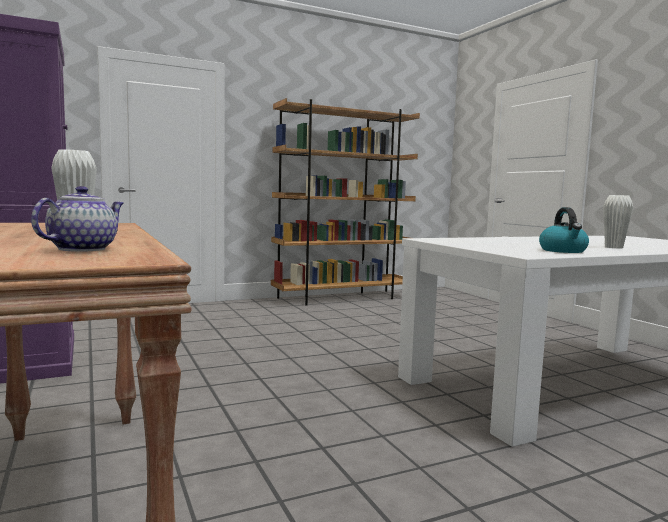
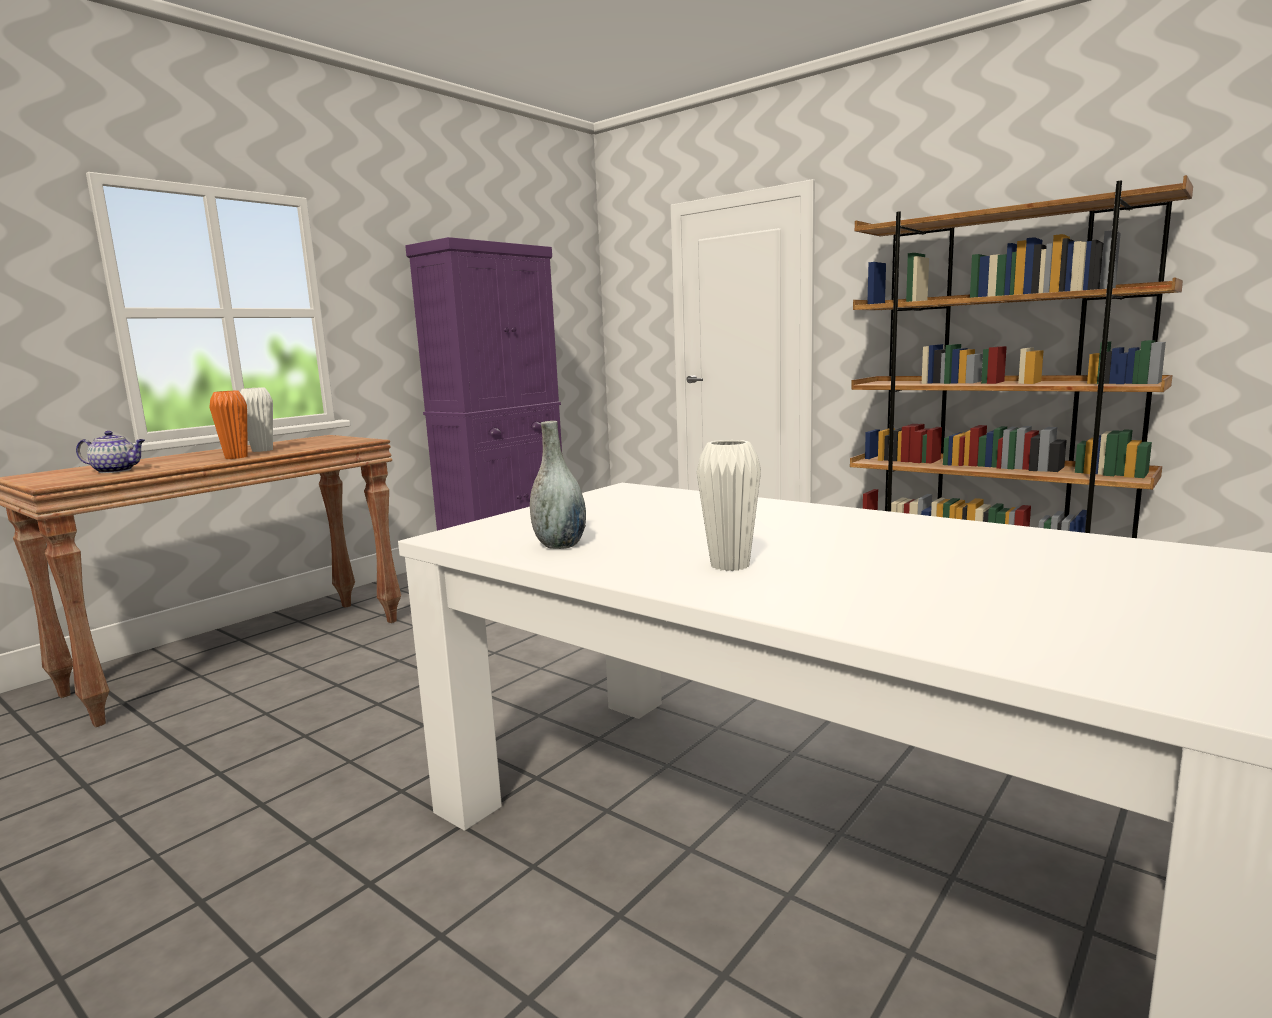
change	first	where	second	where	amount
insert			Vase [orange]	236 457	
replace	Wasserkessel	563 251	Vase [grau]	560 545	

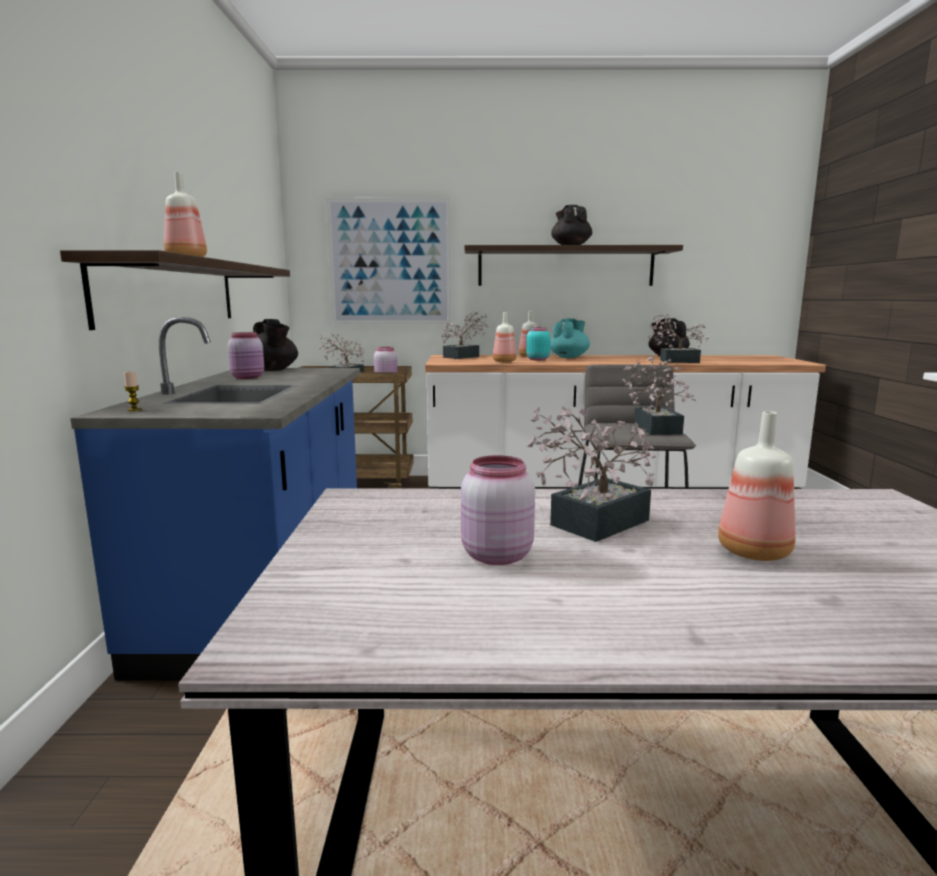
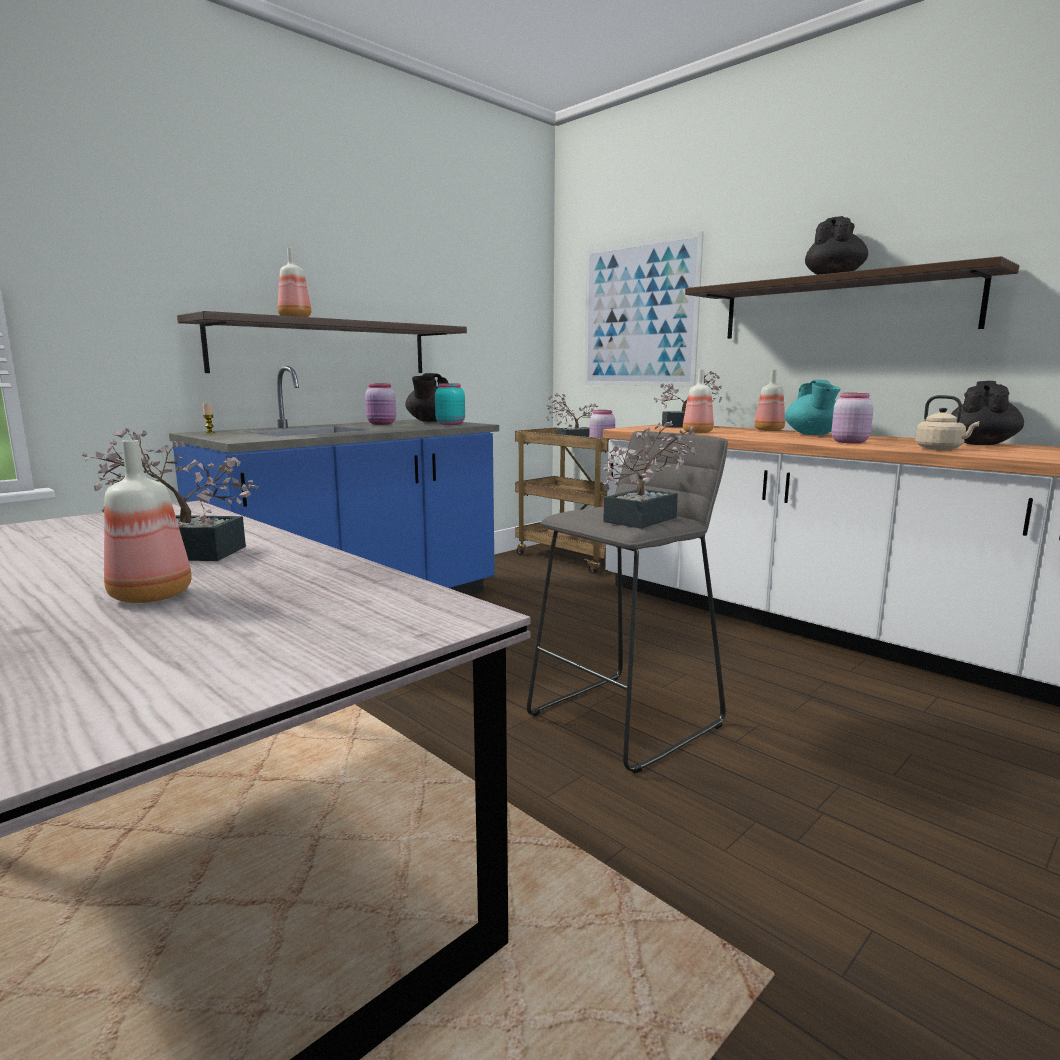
change	first	where	second	where	amount
move	Vorratsglas [türkis]	537 359		450 424	
rotate	Teekanne [türkis]	569 357		813 434	105 degrees clockwise
move	Vorratsglas [rosa]	494 555		848 442	
replace	Topfpflanze	674 361	Wasserkessel [beige]	941 449	

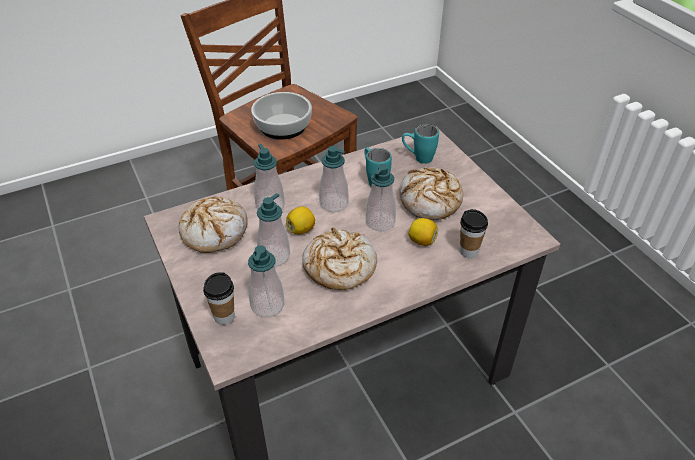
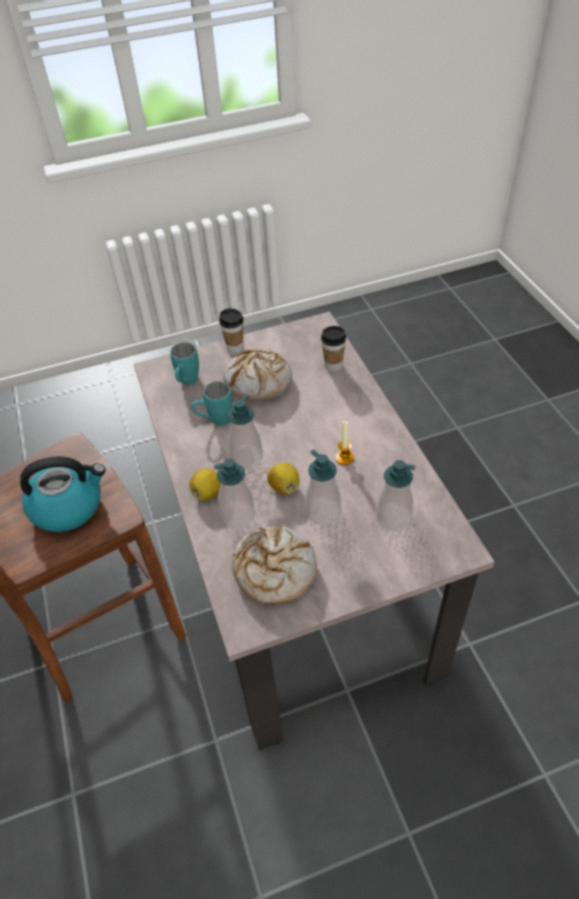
change	first	where	second	where	amount
replace	Schüssel	283 126	Wasserkessel	68 506	
move	Zitrone	422 241		207 492	
move	Tasse	224 316		235 348	
replace	Brot	339 267	Kerze	344 458	
delete	Seifenspender	380 222			

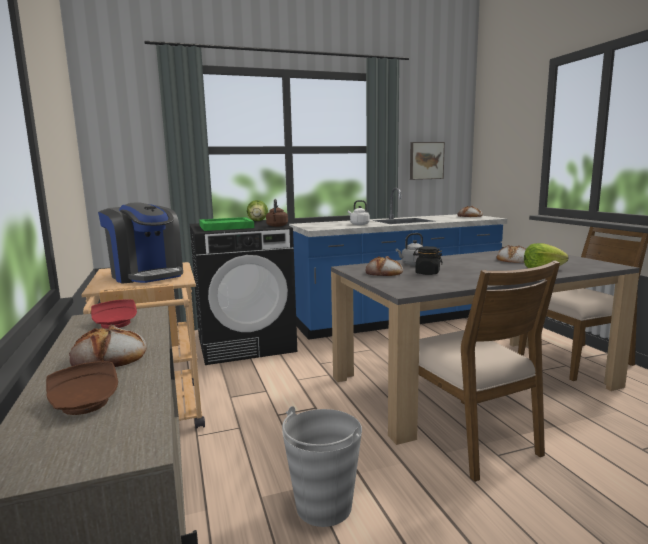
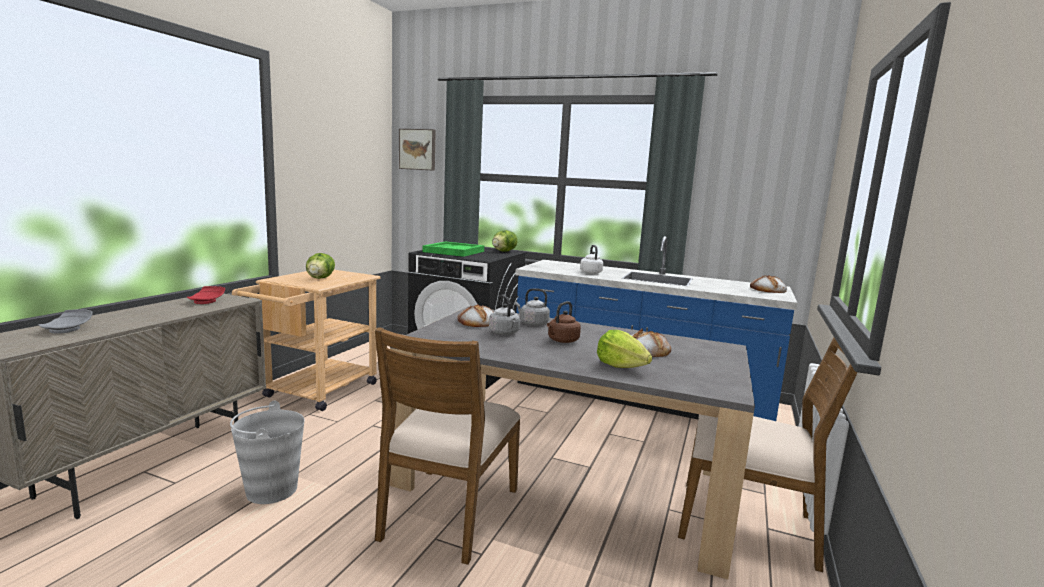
change	first	where	second	where	amount
recolor	Teller [braun]	86 402	Teller [grau]	68 329	
replace	Kaffeemaschine	147 275	Salatkopf	320 278	
move	Bild	426 160		418 149	
replace	Vorratsglas [schwarz]	427 273	Wasserkessel [grau]	504 333	
move	Wasserkessel [braun]	277 226		562 341	
delete	Brot	110 357			

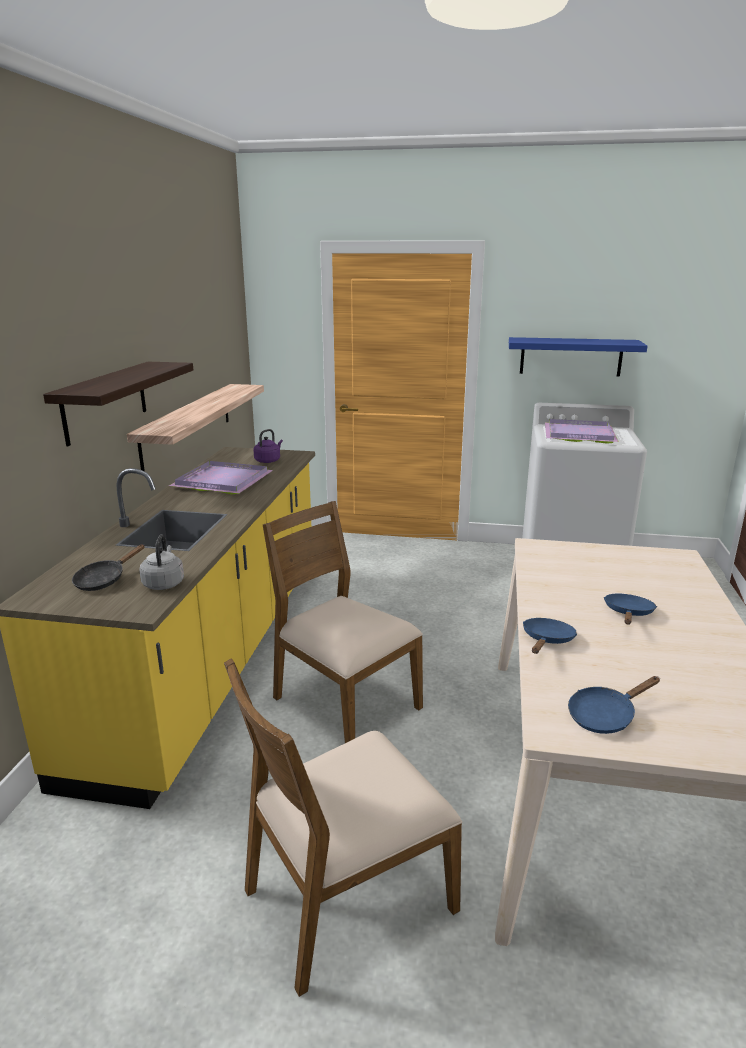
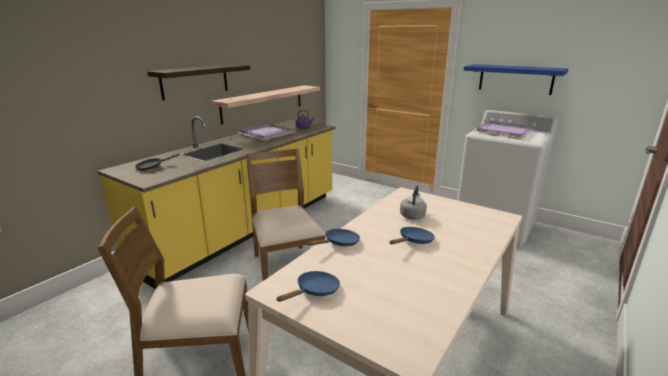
change	first	where	second	where	amount
rotate	Pfanne [blau]	605 716		315 291	135 degrees clockwise
move	Wasserkessel [grau]	164 583		412 215	

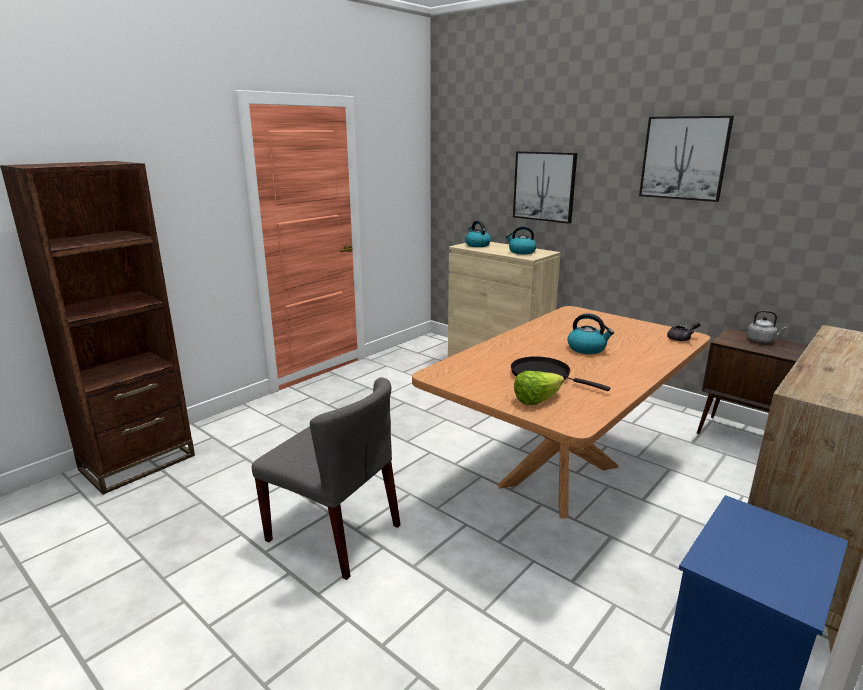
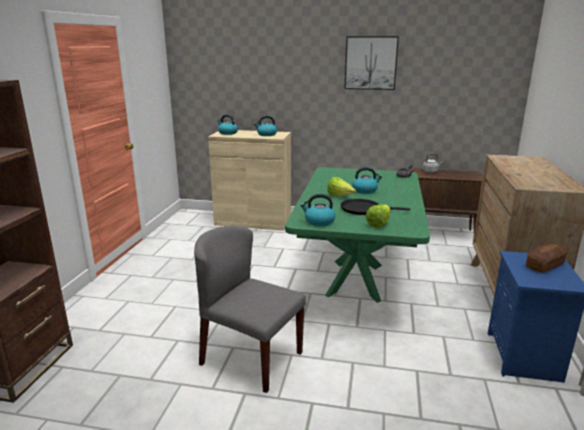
change	first	where	second	where	amount
rotate	Stuhl [grau]	335 533		250 358	150 degrees counterclockwise
recolor	Esstisch [braun]	561 476	Esstisch [grün]	356 279	
insert			Wasserkessel	319 221	
insert			Salatkopf	340 196	
insert			Brot	545 265	
delete	Bild	544 186			

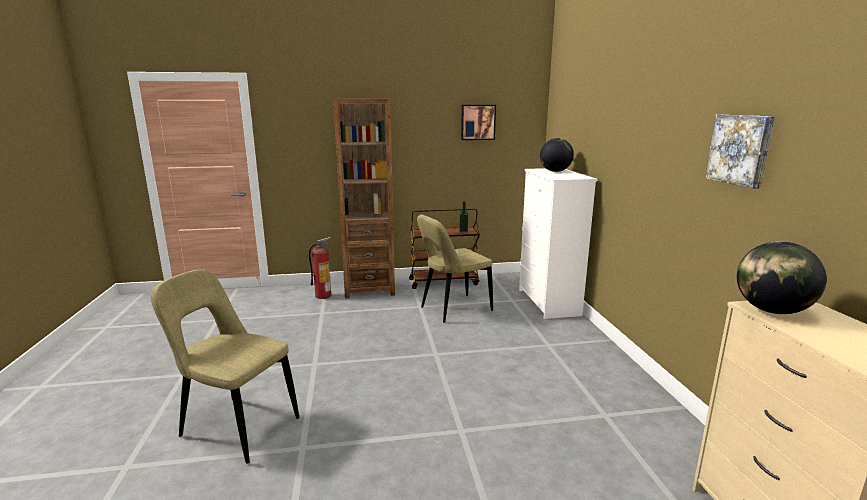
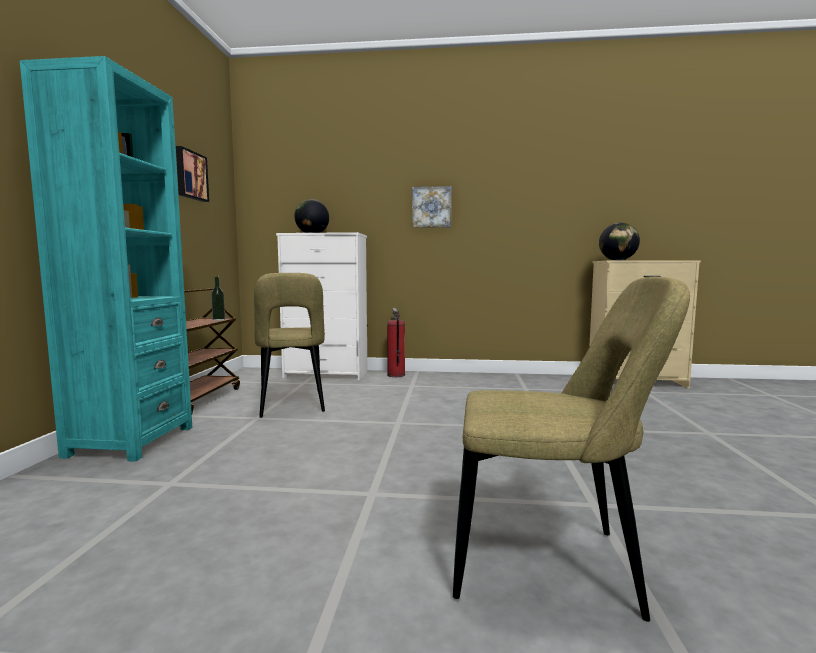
change	first	where	second	where	amount
recolor	Bücherregal [braun]	369 289	Bücherregal [türkis]	131 441	
move	Feuerlöscher	323 295		395 375	
move	Bild	740 149		431 207	
rotate	Stuhl [beige]	236 426		550 565	120 degrees counterclockwise

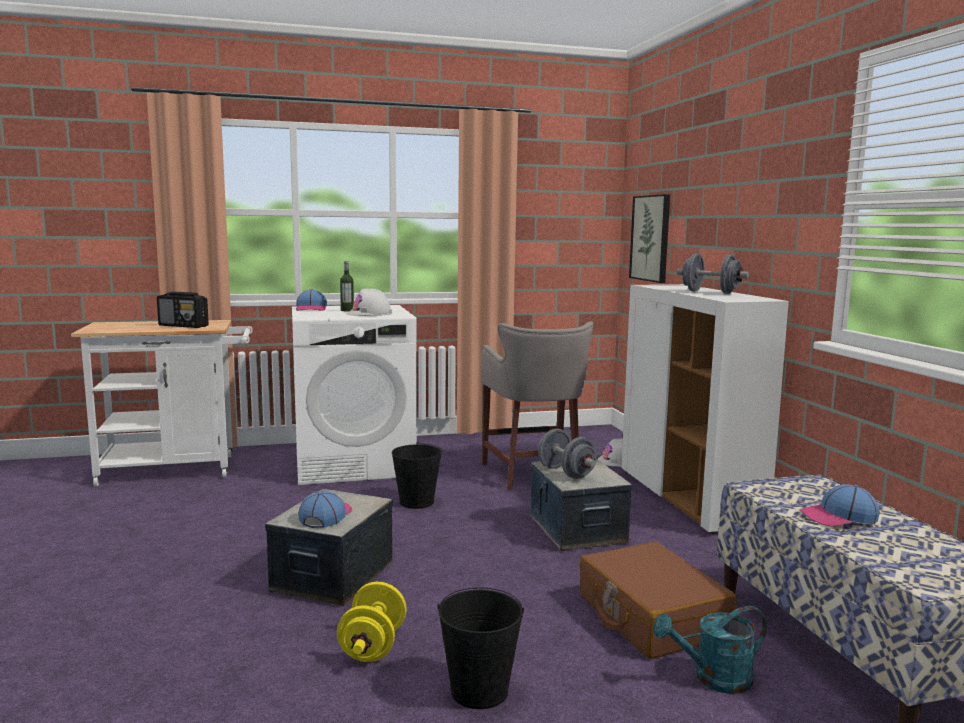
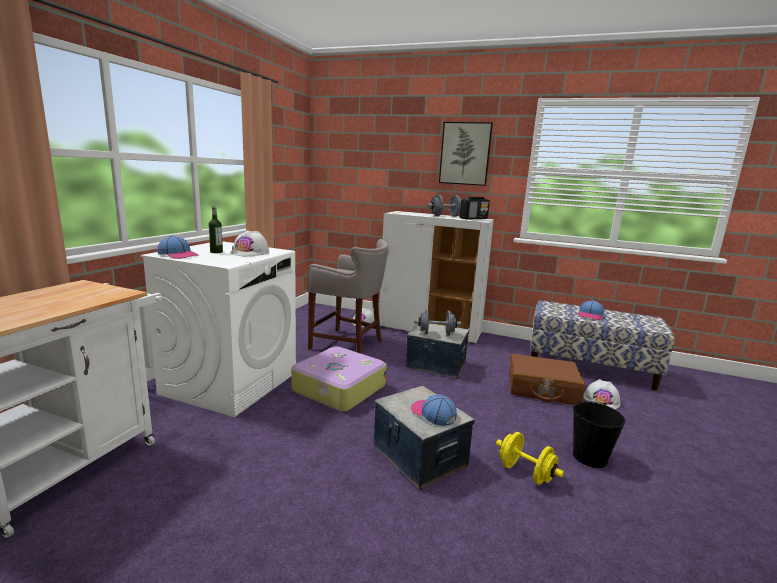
change	first	where	second	where	amount
replace	Eimer [schwarz]	416 502	Koffer	338 388	
move	Bild	651 238		465 153	
move	Radio	184 326		473 218	
replace	Gießkanne [türkis]	713 679	Schutzhelm [weiß]	601 400	

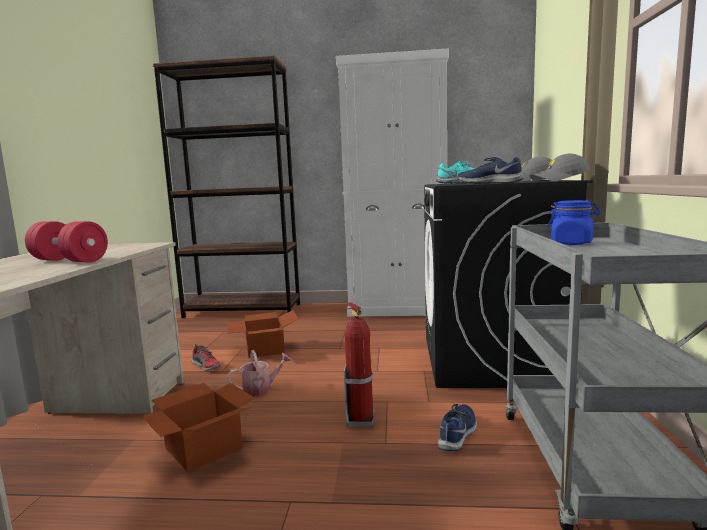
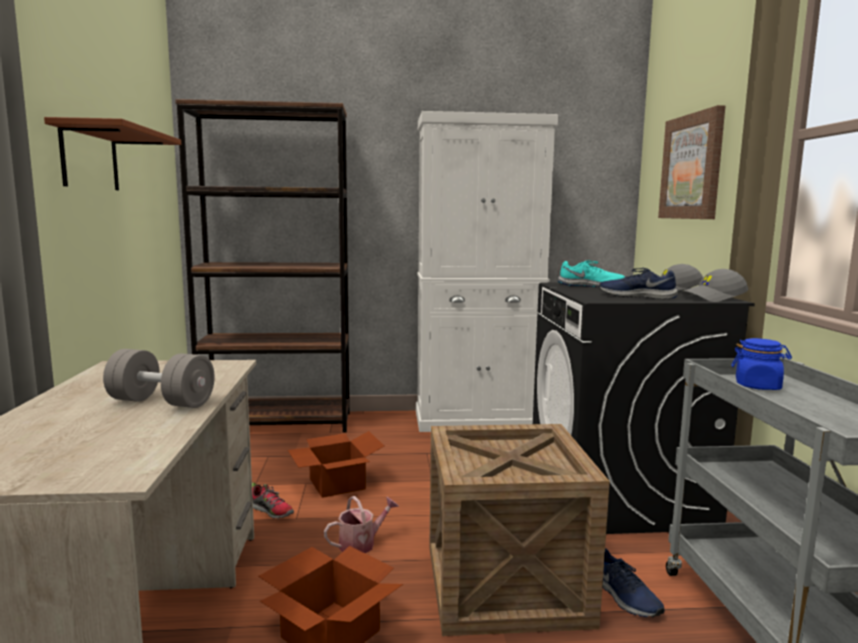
change	first	where	second	where	amount
insert			Wandregal [braun]	90 158	
recolor	Hantel [rot]	69 260	Hantel [grau]	161 402	
replace	Feuerlöscher	360 420	Kiste	505 584	
rotate	Schuh [blau]	458 433		623 596	135 degrees clockwise
insert			Bild	692 167	

